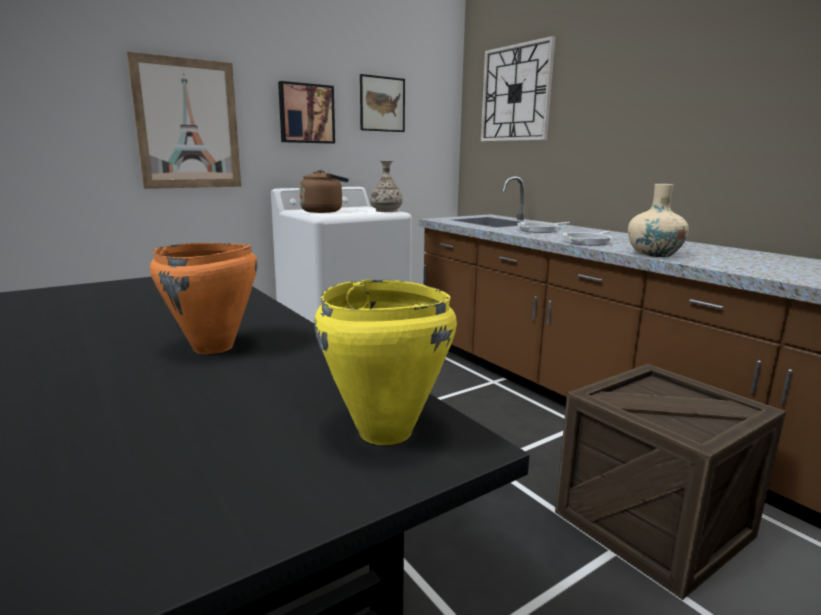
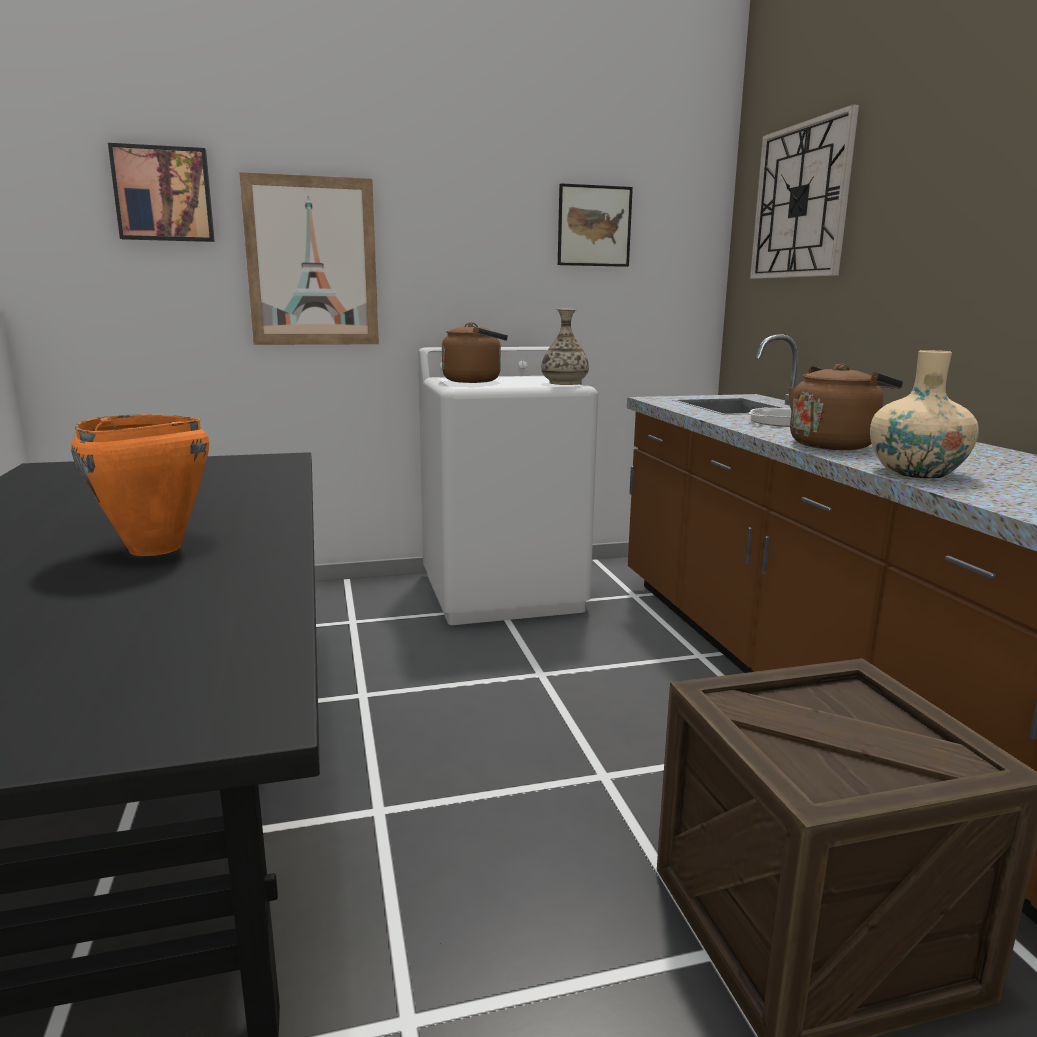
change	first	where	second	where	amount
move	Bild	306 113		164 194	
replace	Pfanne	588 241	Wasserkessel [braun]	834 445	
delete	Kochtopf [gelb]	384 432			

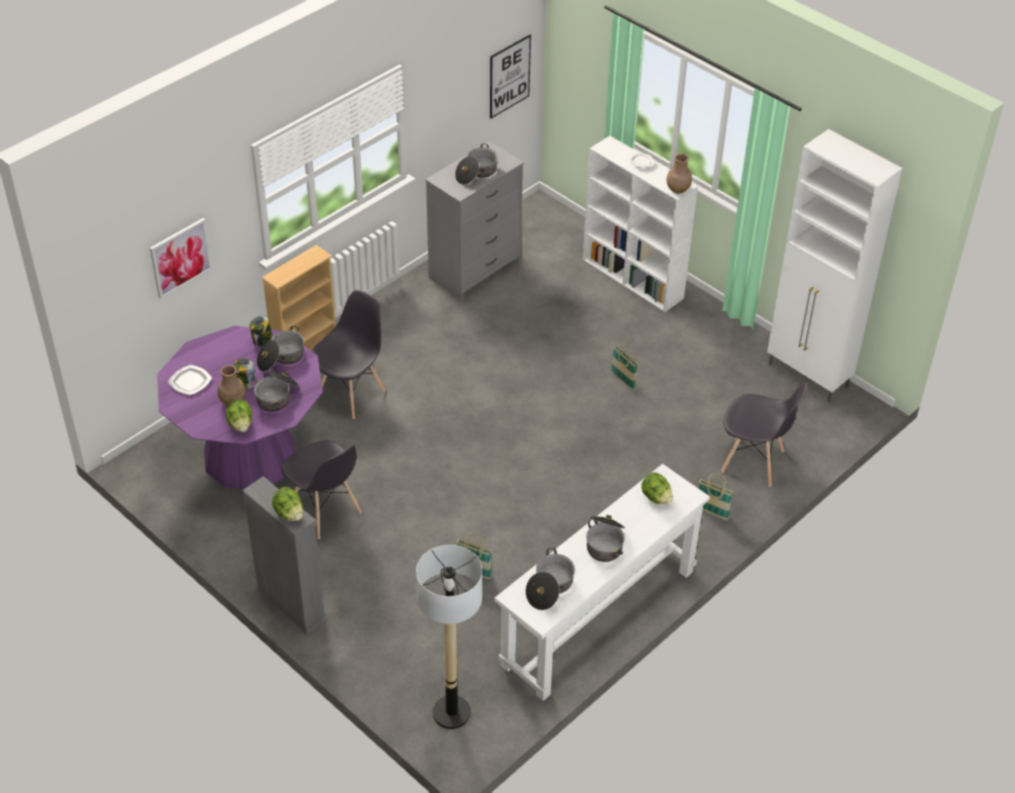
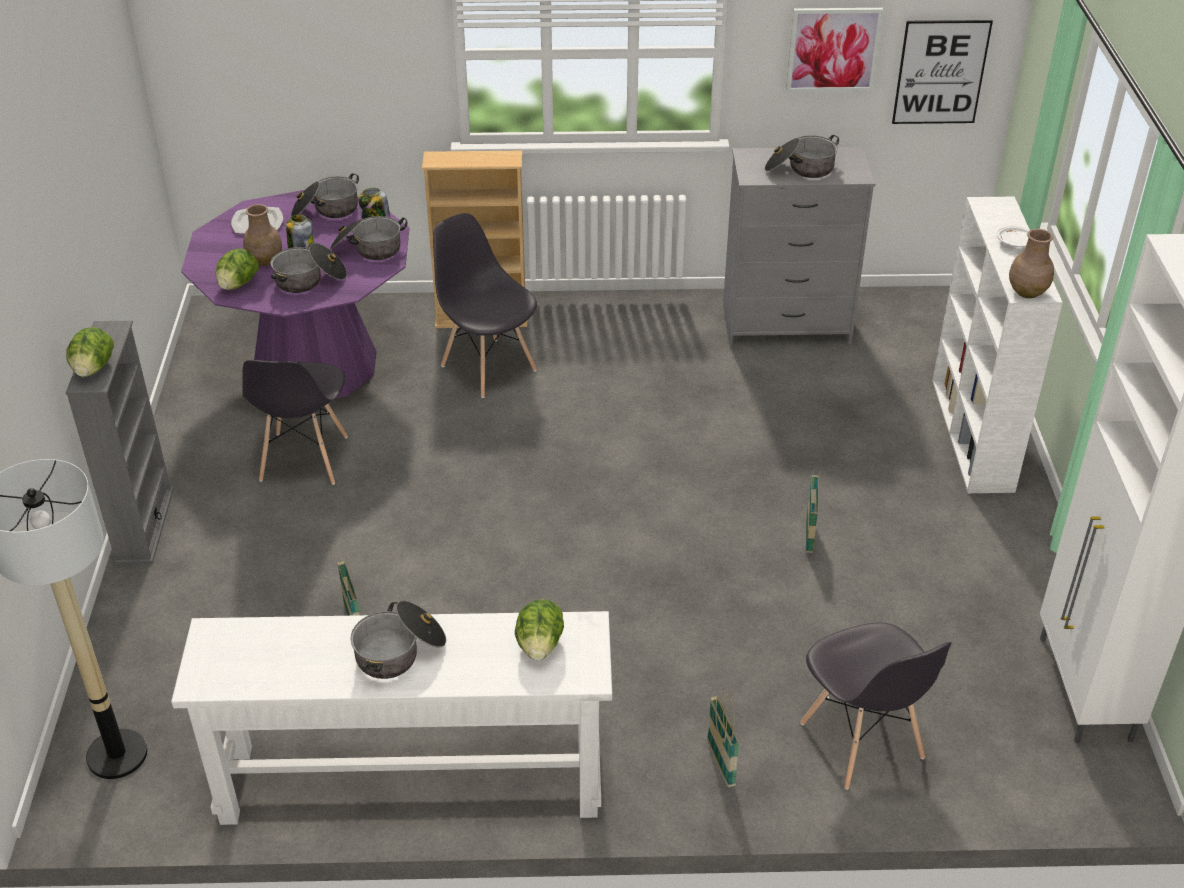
change	first	where	second	where	amount
move	Kochtopf	549 588		326 210	
rotate	Stuhl [grau]	351 393		488 367	120 degrees counterclockwise
move	Bild	180 257		833 49	

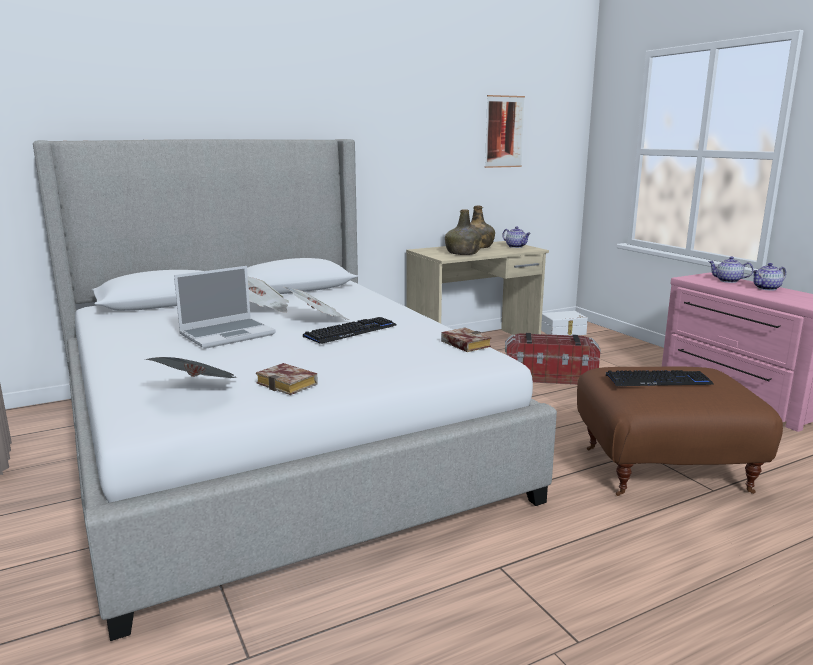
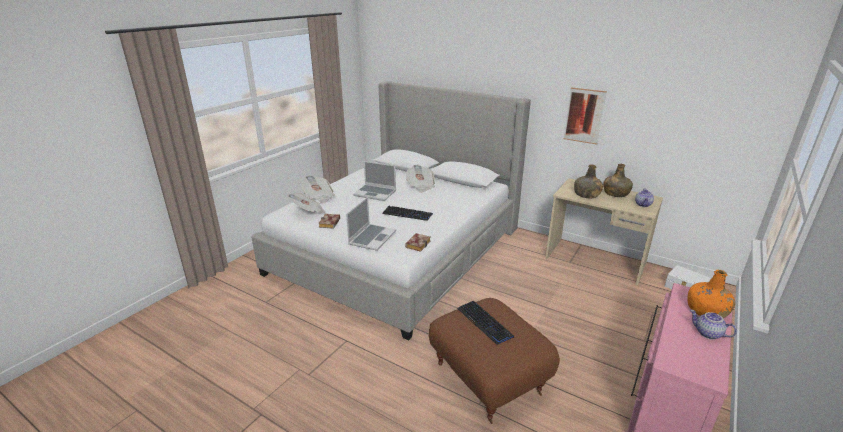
change	first	where	second	where	amount
move	Zeitung	318 320		318 197	
insert			Laptop	372 238	
move	Bild	504 131		584 116	
replace	Teekanne	728 281	Flasche [orange]	706 311	
delete	Aufbewahrungsbox	549 376			

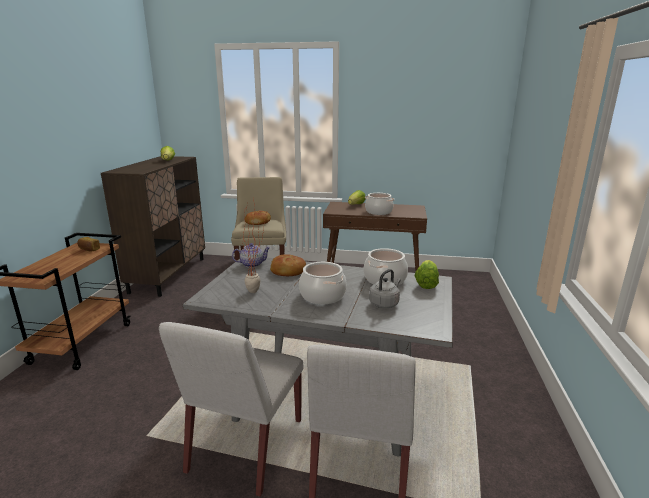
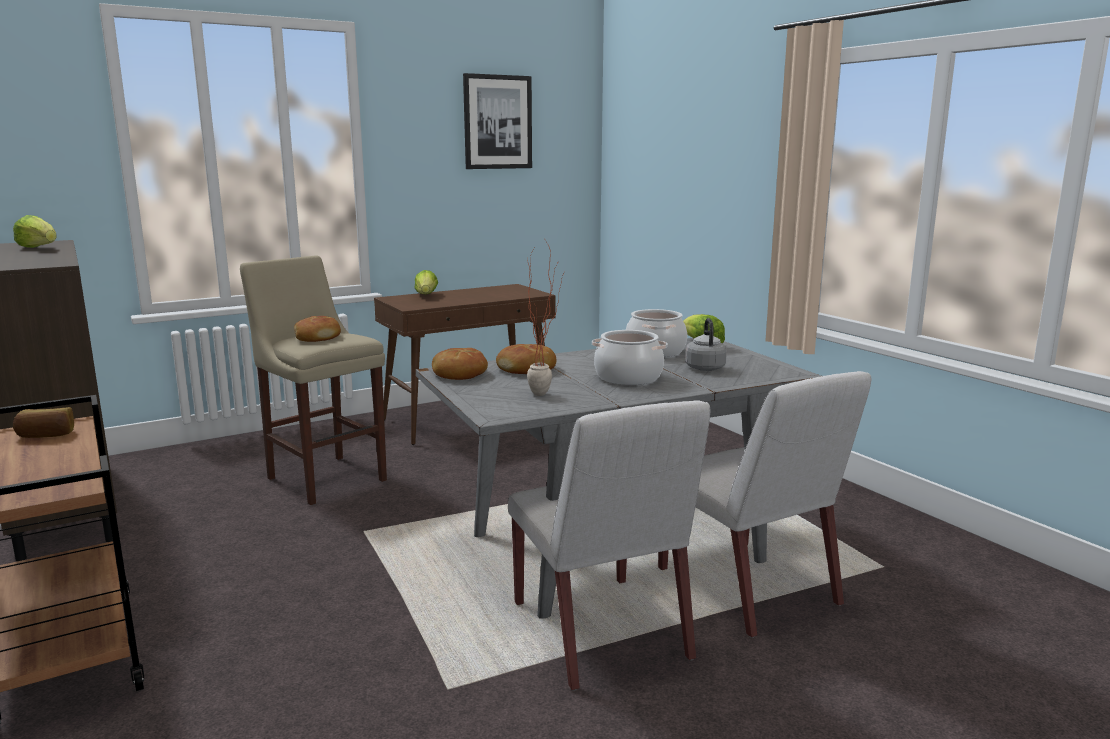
change	first	where	second	where	amount
replace	Teekanne	252 264	Brot	459 374	
insert			Bild	497 122	
delete	Kochtopf	379 212			

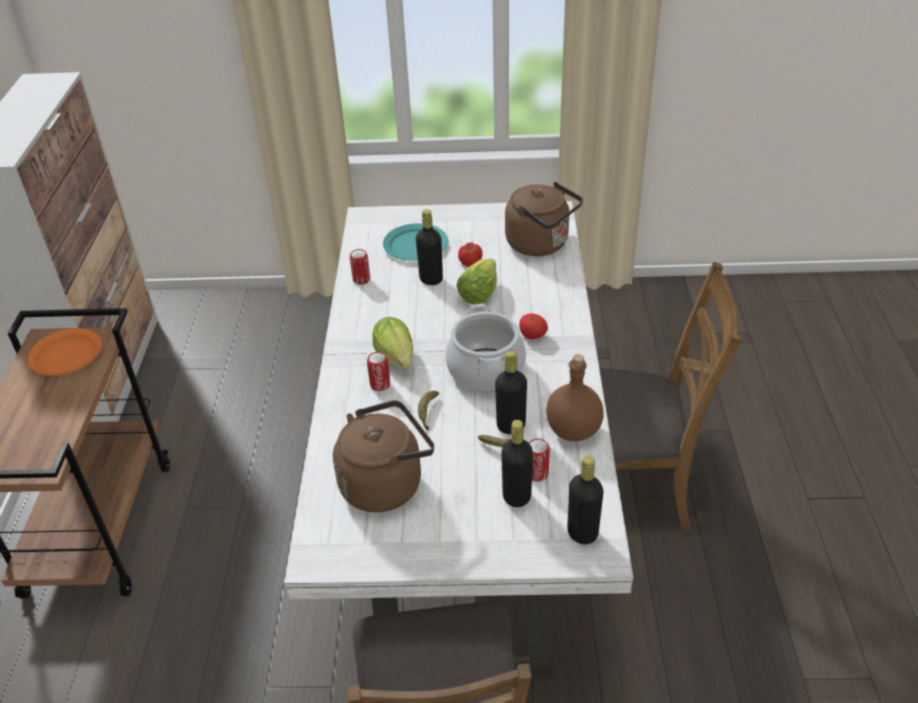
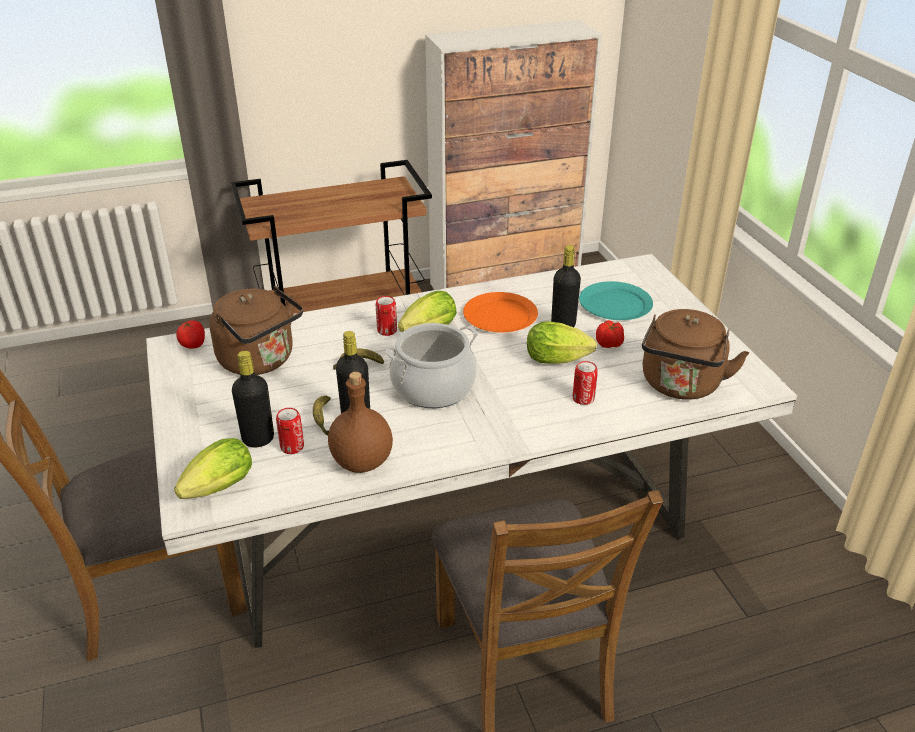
change	first	where	second	where	amount
replace	Flasche [schwarz]	582 533	Salatkopf	216 490	
move	Tomate	532 335		193 345	
move	Teller [orange]	66 354		501 316	
move	Dose	361 279		583 398	

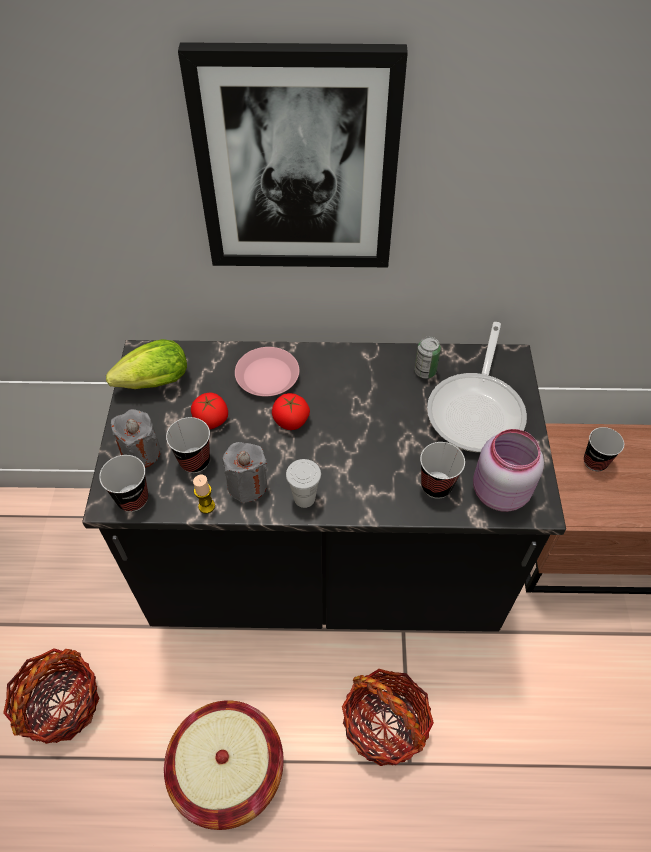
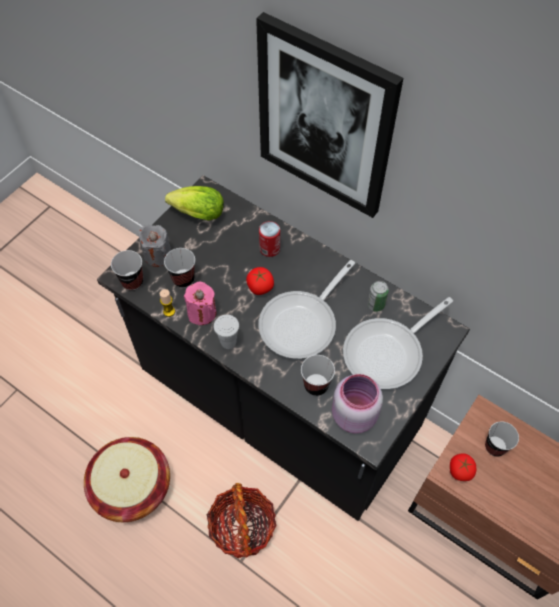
change	first	where	second	where	amount
recolor	Kerze [grau]	247 485	Kerze [rosa]	202 312	
insert			Pfanne	303 323	
replace	Teller [rosa]	268 376	Dose	269 249	
move	Tomate	211 420		460 470	
delete	Korb	61 704			

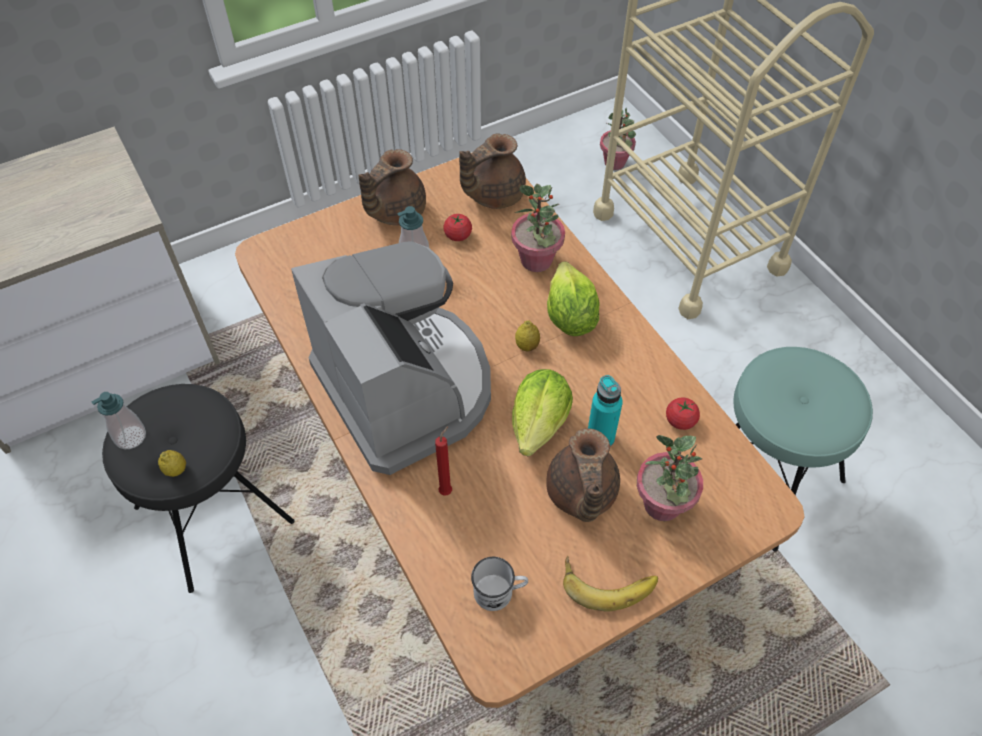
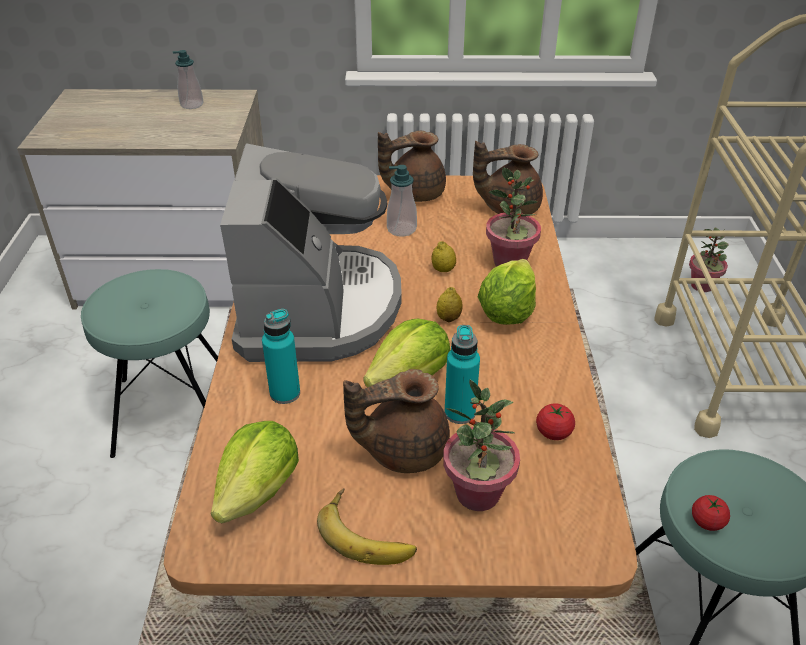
change	first	where	second	where	amount
recolor	Hocker [schwarz]	214 514	Hocker [türkis]	172 410	
move	Seifenspender	130 437		192 105	
replace	Henkelbecher [weiß]	499 592	Salatkopf	259 491	
replace	Kerze [rot]	447 490	Flasche [türkis]	285 393	
rotate	Teekanne [braun]	580 494		402 449	45 degrees clockwise
move	Zitrone	176 470		443 270	
move	Tomate	458 235		707 522	

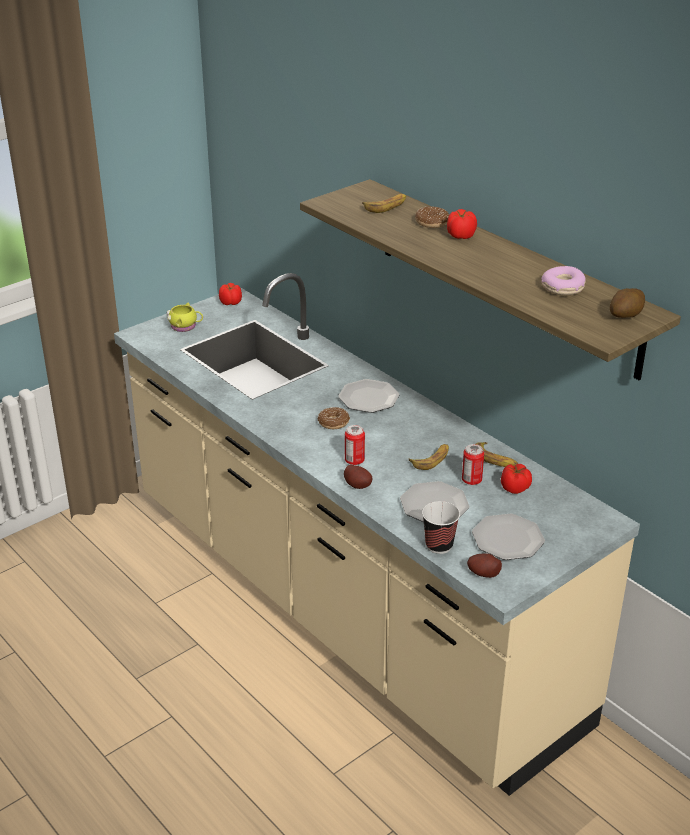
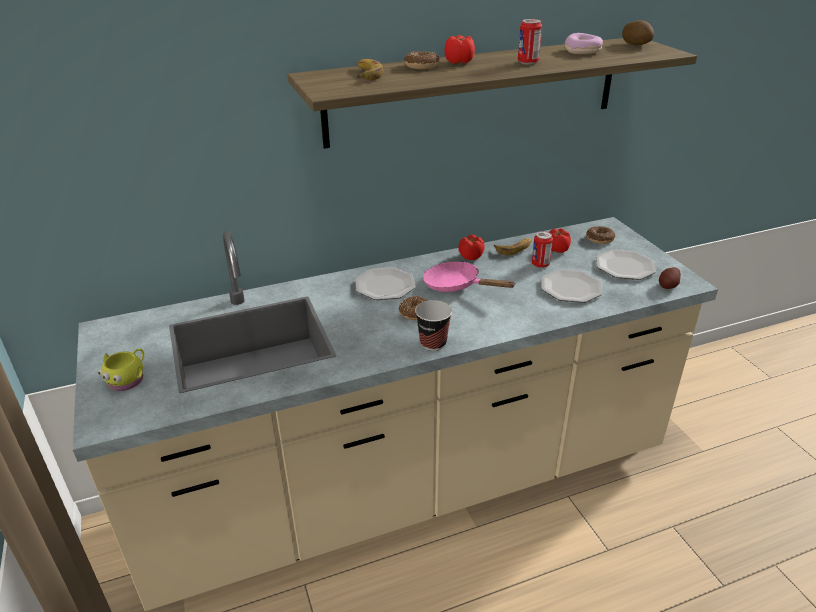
change	first	where	second	where	amount
move	Tasse	439 545		433 343	
insert			Pfanne [rosa]	457 286	
move	Tomate	231 303		471 256	
move	Dose	354 461		527 62	
insert			Donut	600 239	
delete	Kartoffel	358 485			
delete	Banane	431 459			

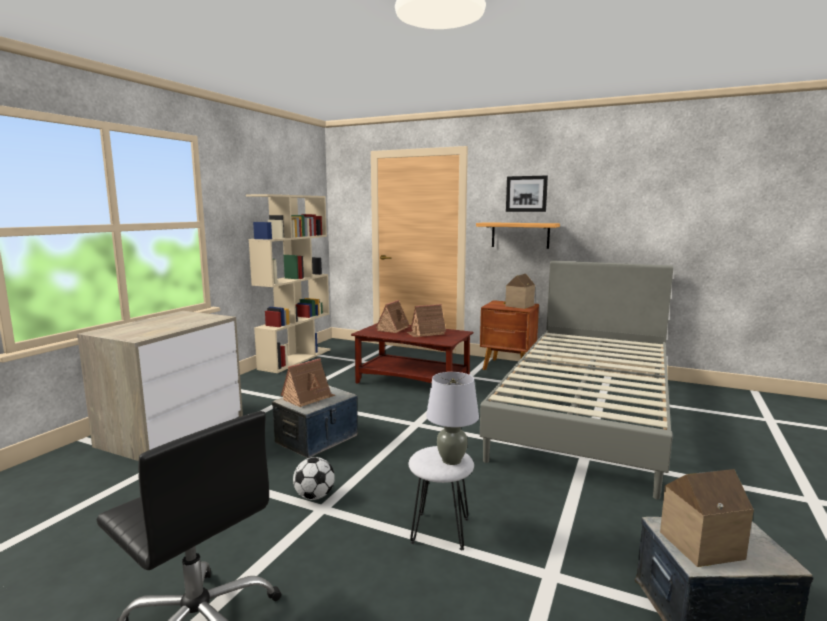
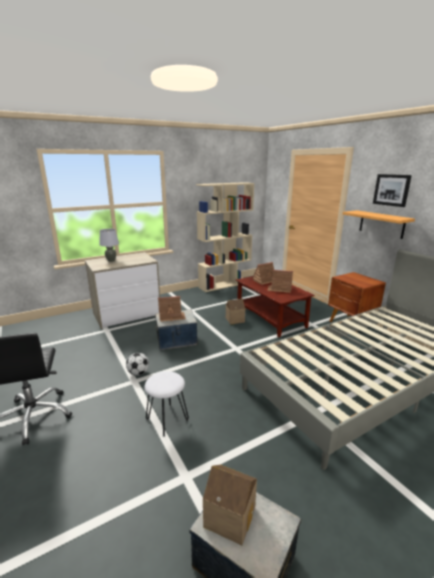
change	first	where	second	where	amount
move	Tischlampe [grau]	451 460		111 260	
move	Spielzeughaus	518 305		234 319	

